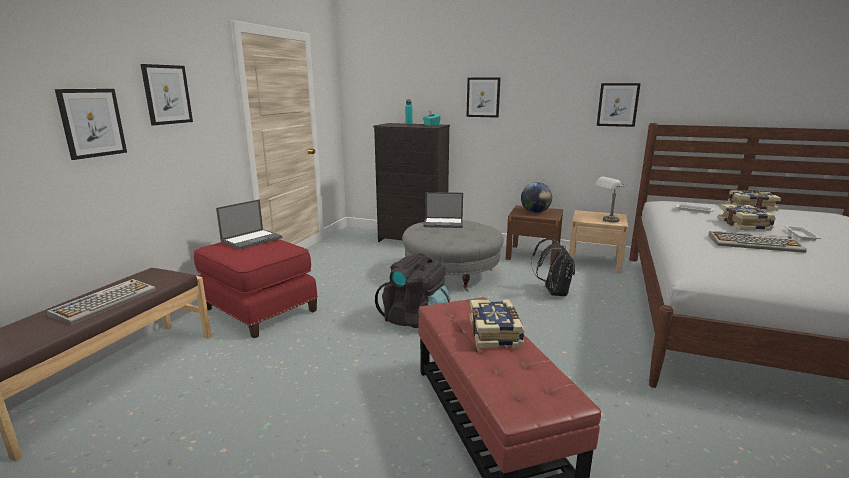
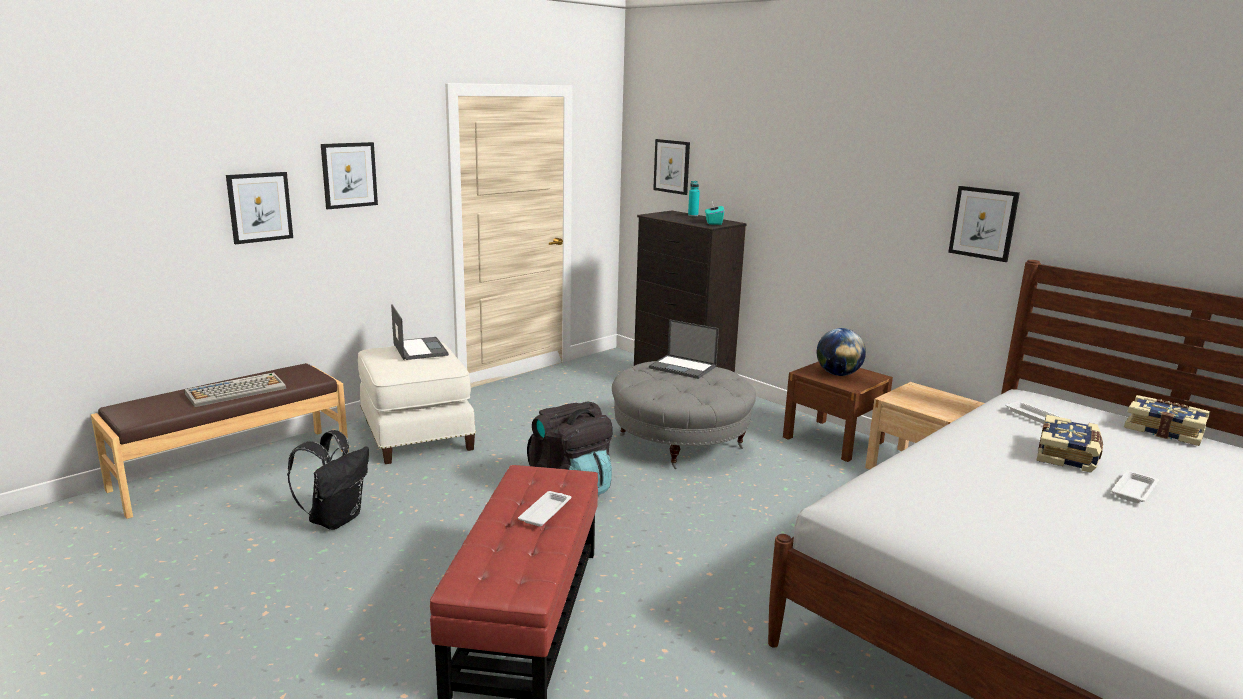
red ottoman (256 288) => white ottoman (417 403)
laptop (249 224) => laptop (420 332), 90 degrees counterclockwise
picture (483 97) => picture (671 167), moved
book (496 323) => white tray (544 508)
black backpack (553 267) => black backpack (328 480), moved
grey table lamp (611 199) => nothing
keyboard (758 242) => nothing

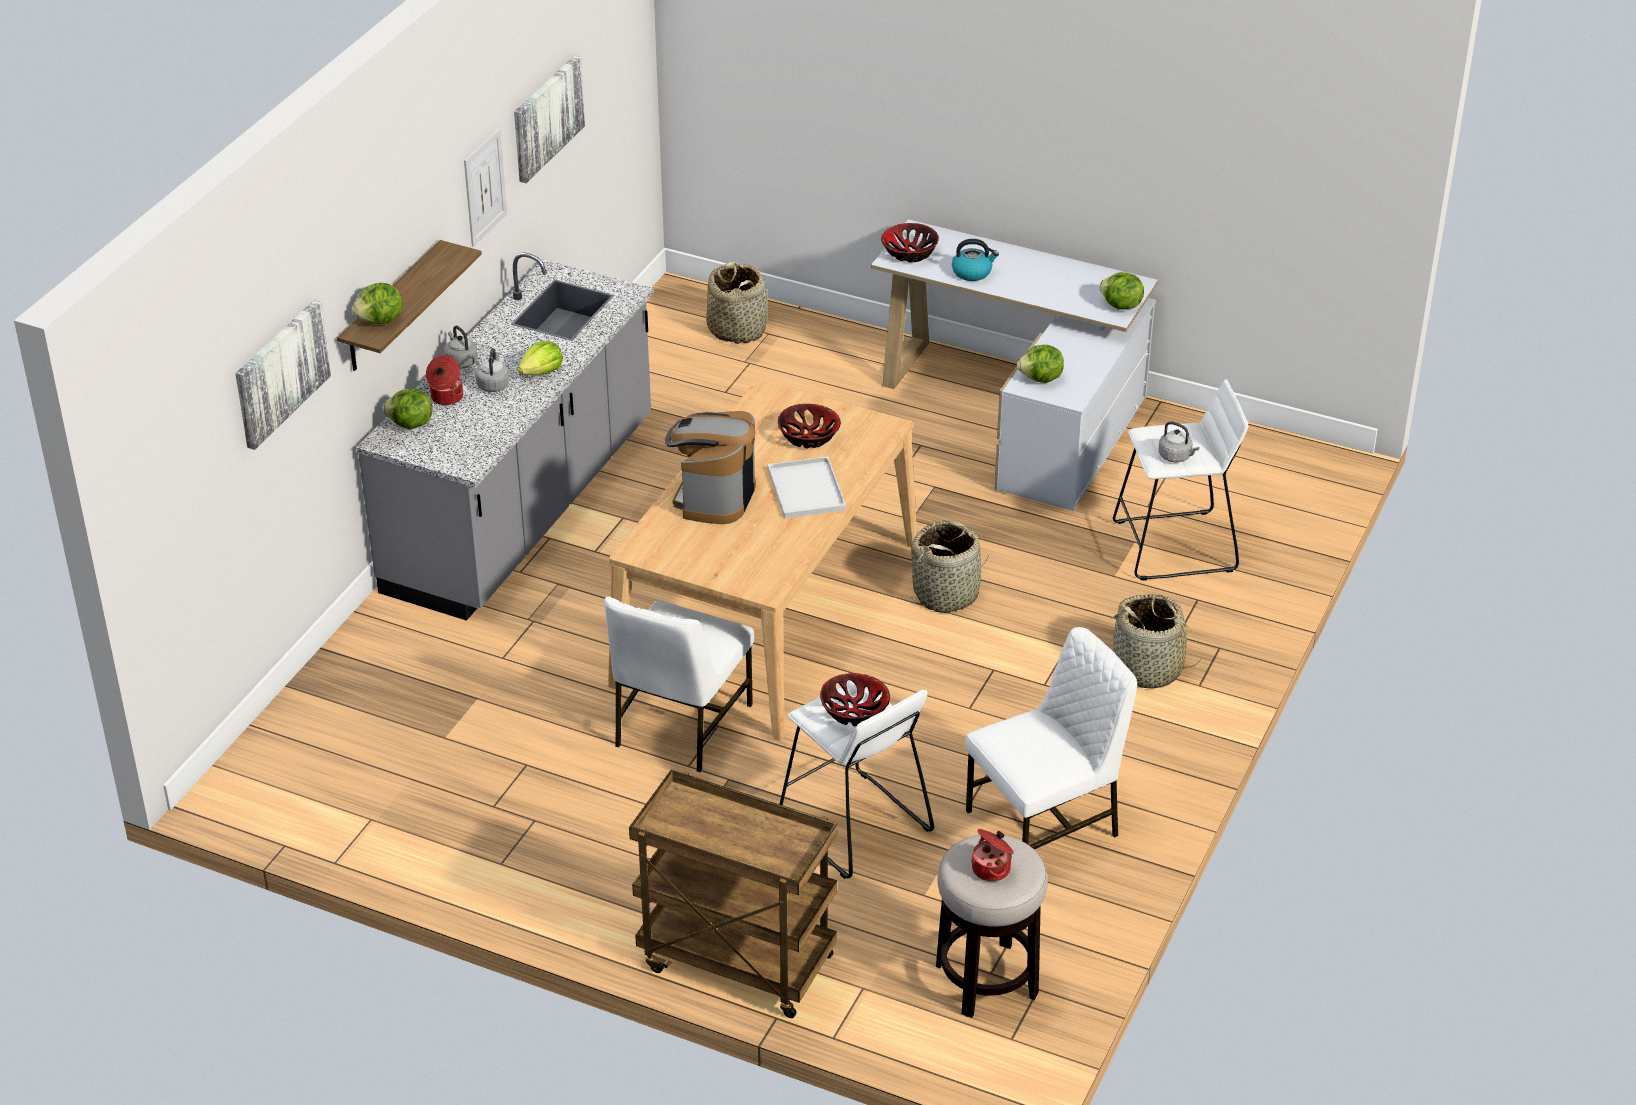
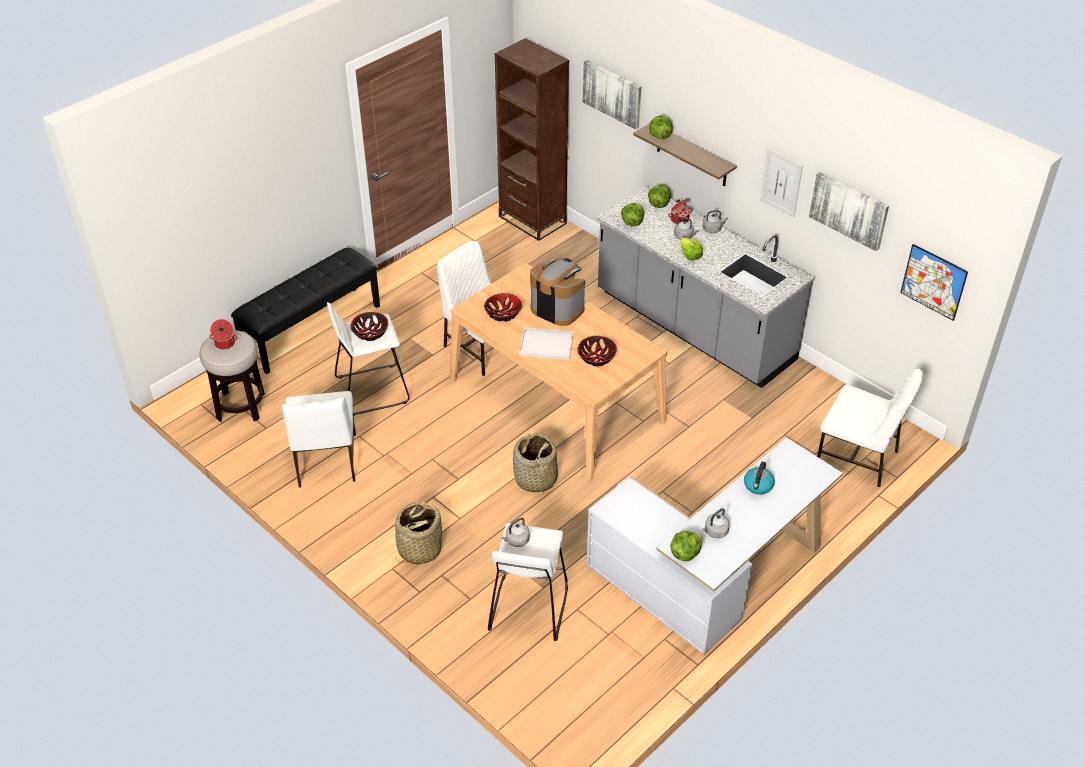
brown cart (733 894) => black bench (305 311)
basket (737 303) => white chair (870 428)
bowl (910 243) => bowl (503 307), moved
lettuce (1040 364) => lettuce (632 214), moved
nothing => brown bookcase (532 139)
nothing => grey kettle (716 523)
nothing => picture (934 282)

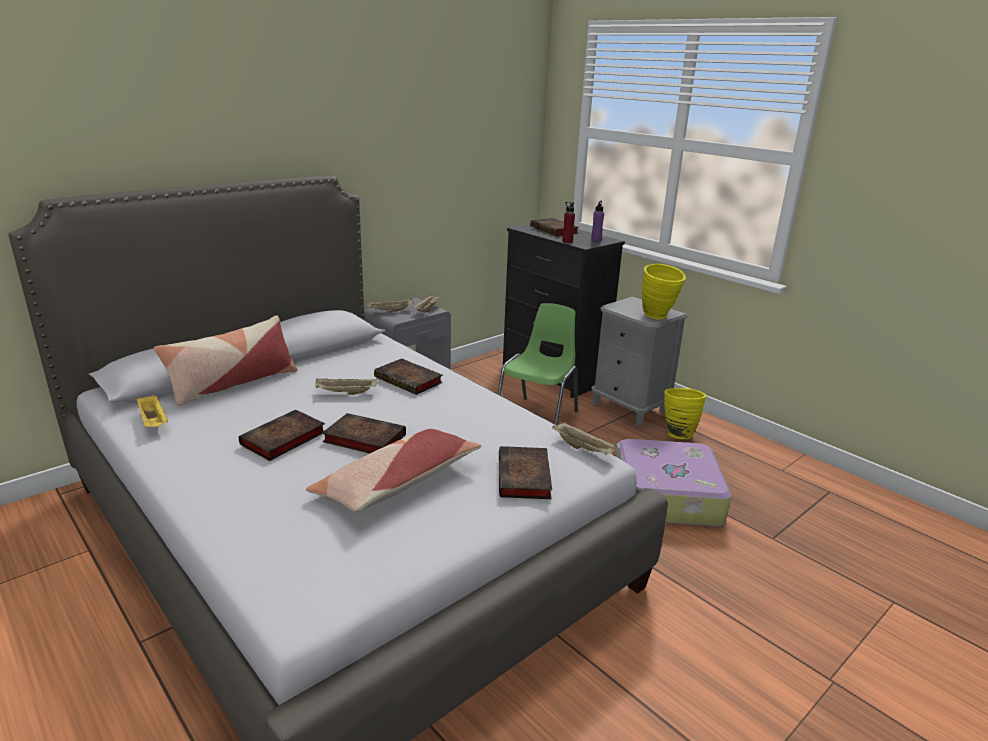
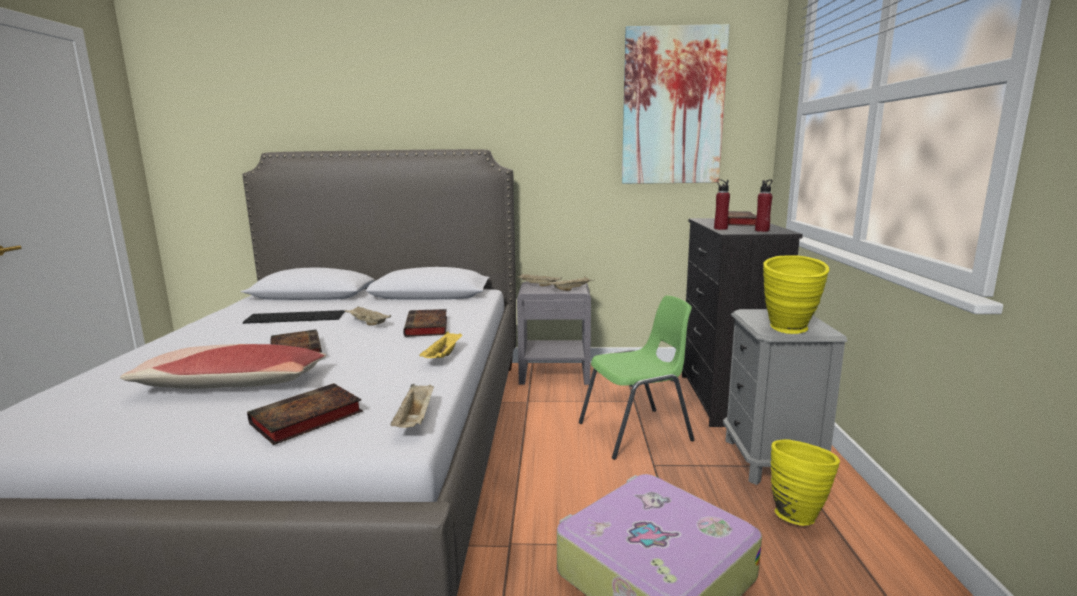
yellow tray (152 411) => yellow tray (440 345), moved
pillow (226 360) => nothing
book (282 435) => nothing
purple bottle (597 221) => red bottle (763 206)
nothing => keyboard (294 317)
nothing => picture (675 104)

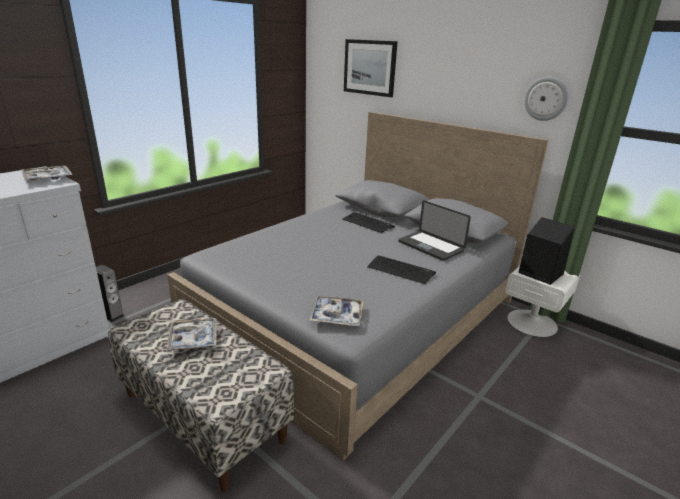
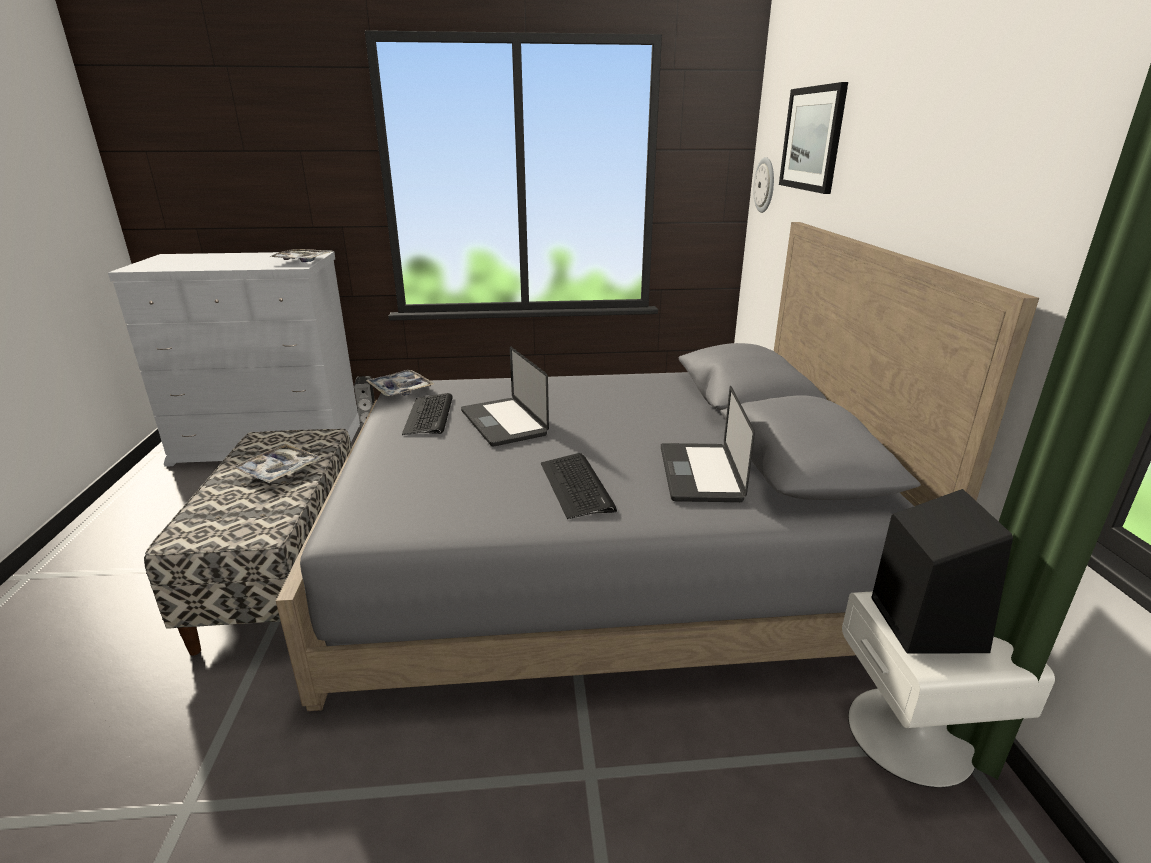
tray (336 311) => tray (400 383), moved
keyboard (369 222) => keyboard (427 414), moved
wall clock (546 99) => wall clock (763 185), moved
nothing => laptop (505 396)

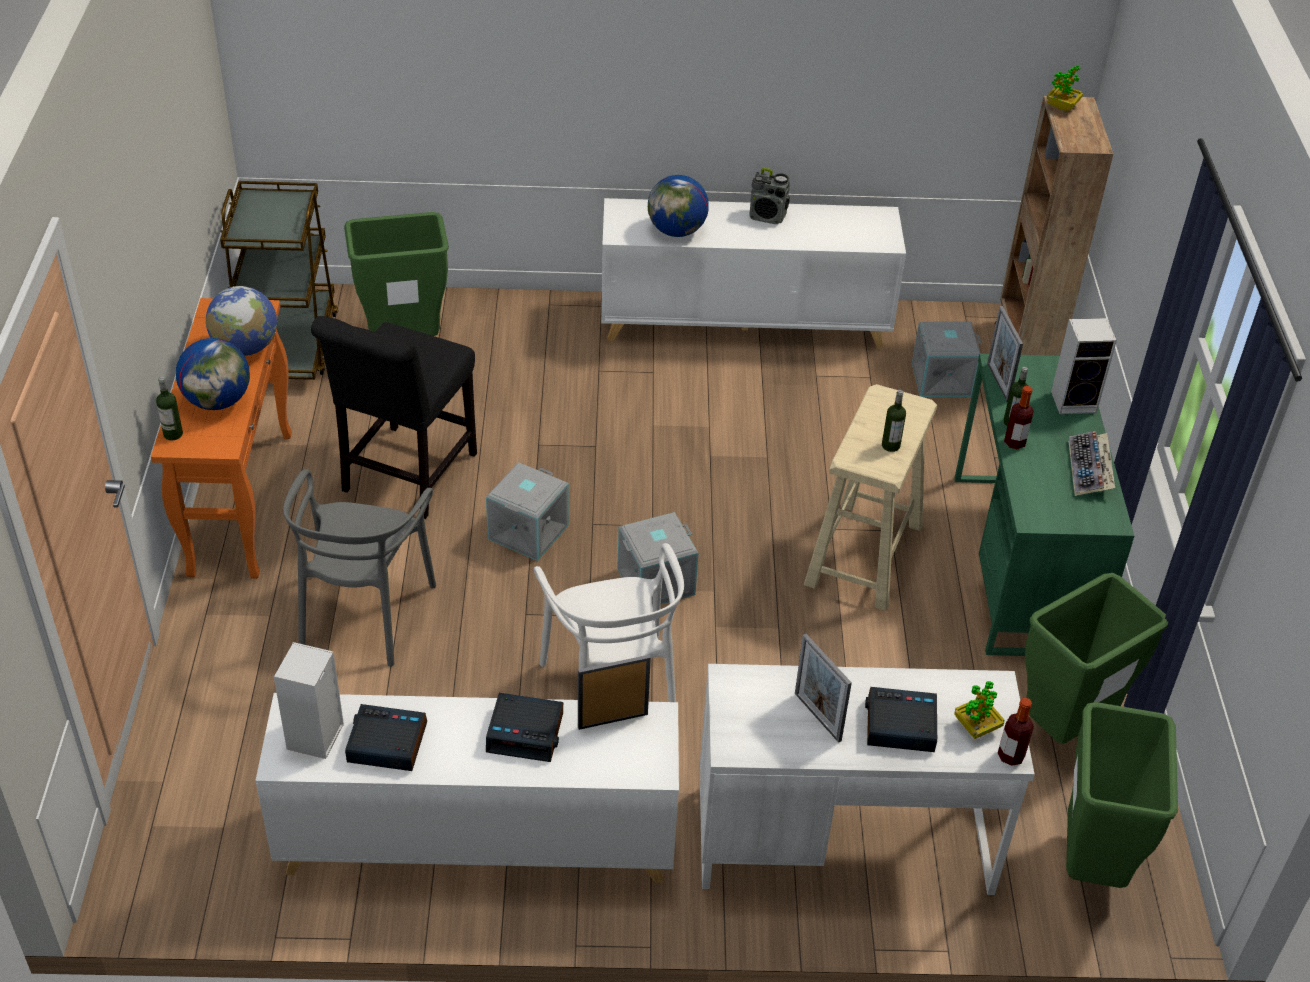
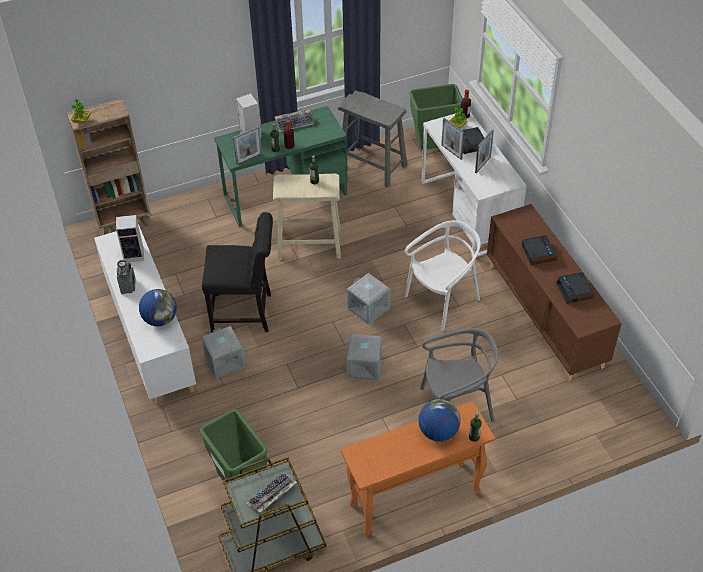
globe (241 321) => nothing
white cabinet (467 788) => brown cabinet (554 292)
speaker (309 700) => speaker (130 238), moved
black chair (394 417) => black chair (237 272), moved
picture frame (614 692) => picture frame (452 139), moved
grey storage box (947 359) => grey storage box (223 352), moved
green trash can (1096 658) => grey stool (372 138)
nothing => keyboard (271 492)

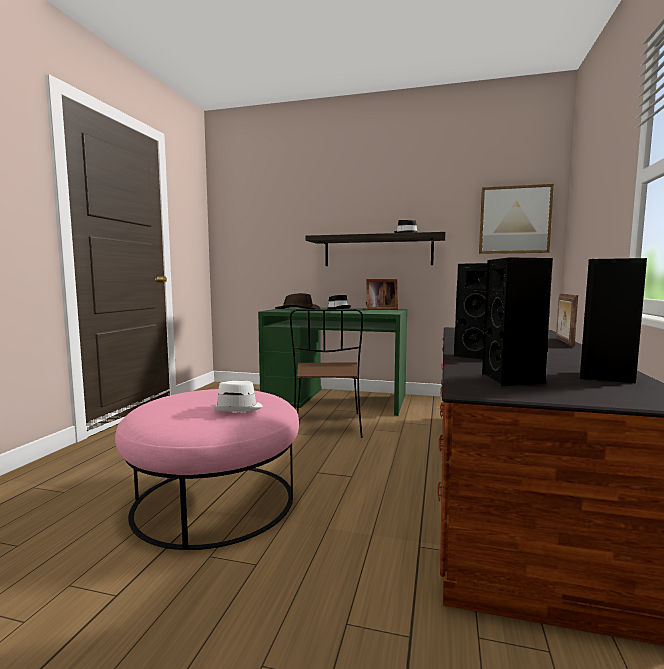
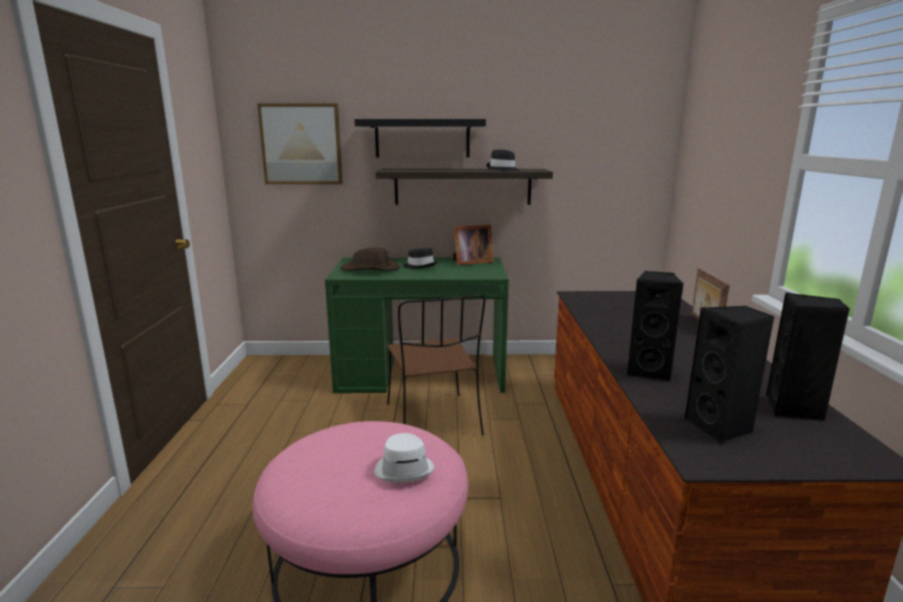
picture (516 219) => picture (300 143), moved
nothing => black shelf (420 138)

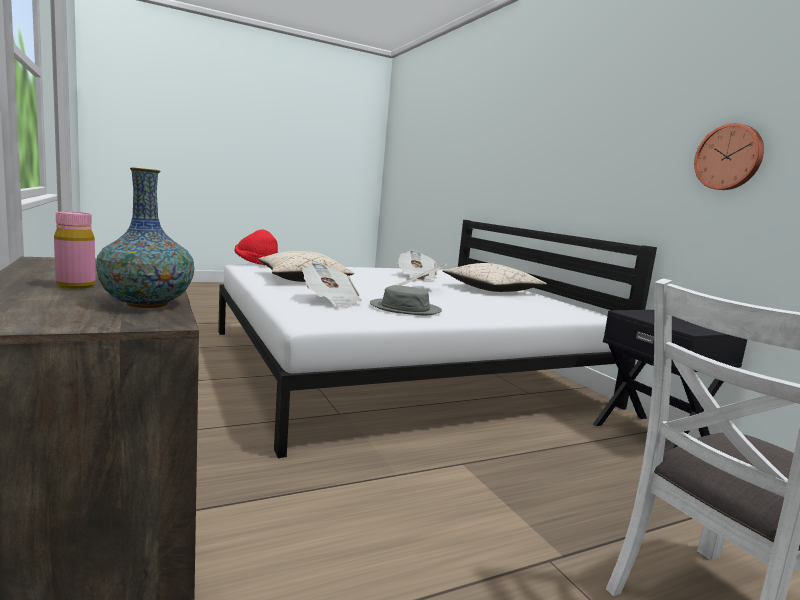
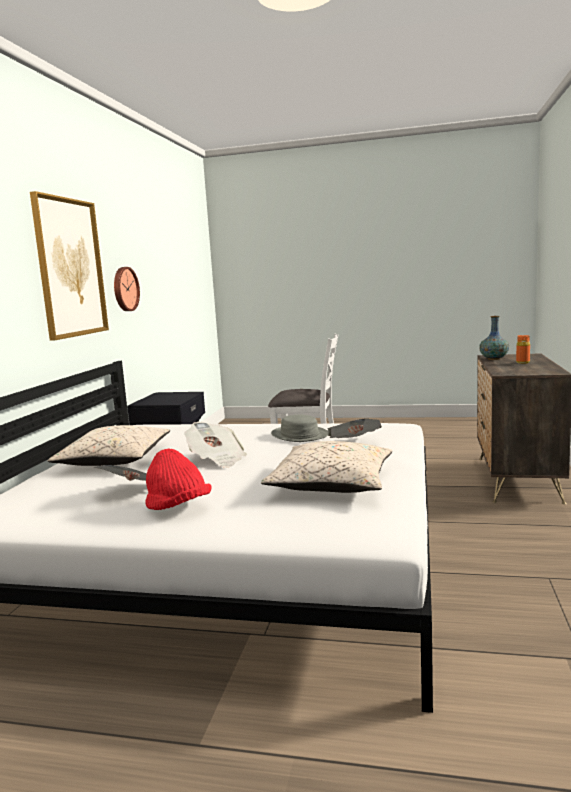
pink bottle (75 250) => orange bottle (523 349)
red hat (256 247) => red hat (178 479), moved
nothing => picture (69 266)

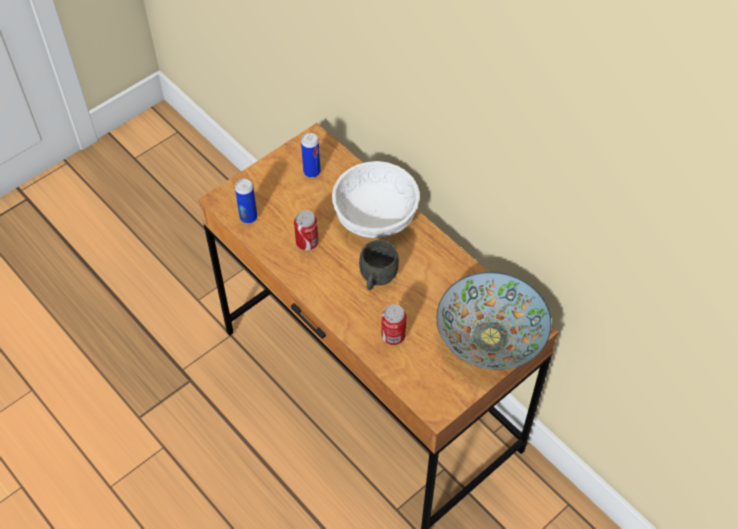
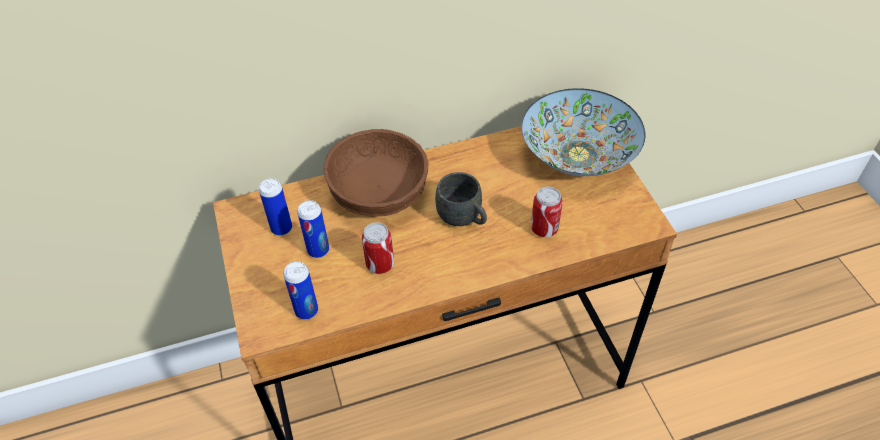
white bowl (376 199) => brown bowl (375 173)
nothing => can (313 229)

